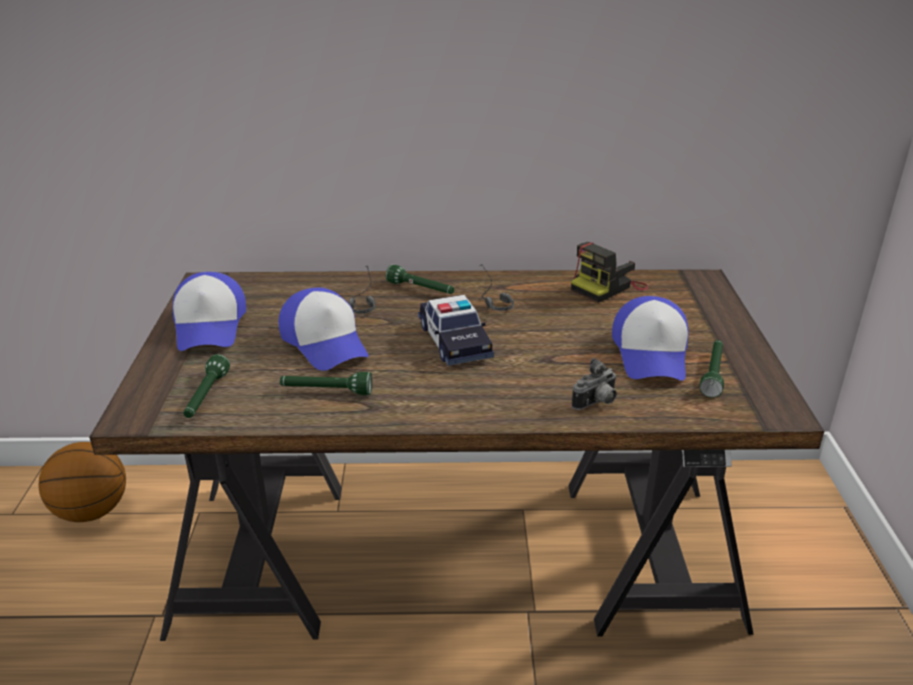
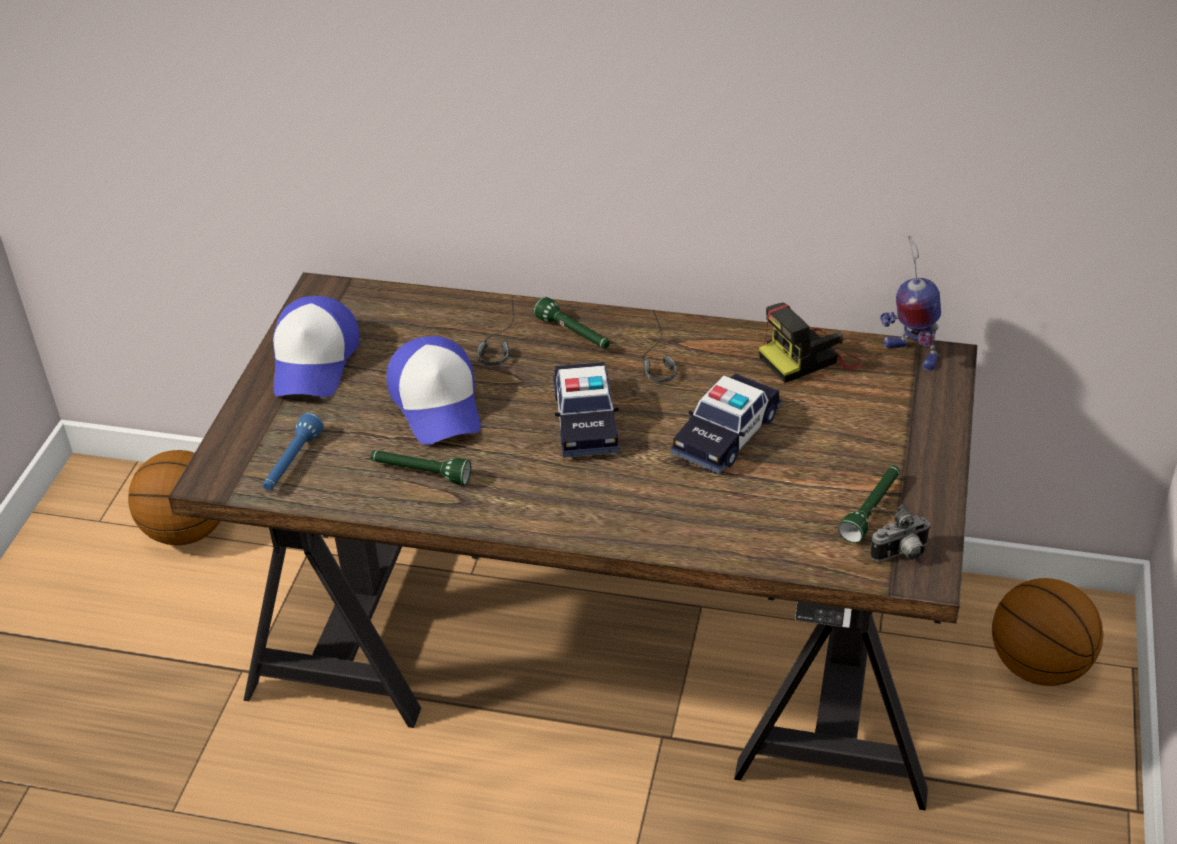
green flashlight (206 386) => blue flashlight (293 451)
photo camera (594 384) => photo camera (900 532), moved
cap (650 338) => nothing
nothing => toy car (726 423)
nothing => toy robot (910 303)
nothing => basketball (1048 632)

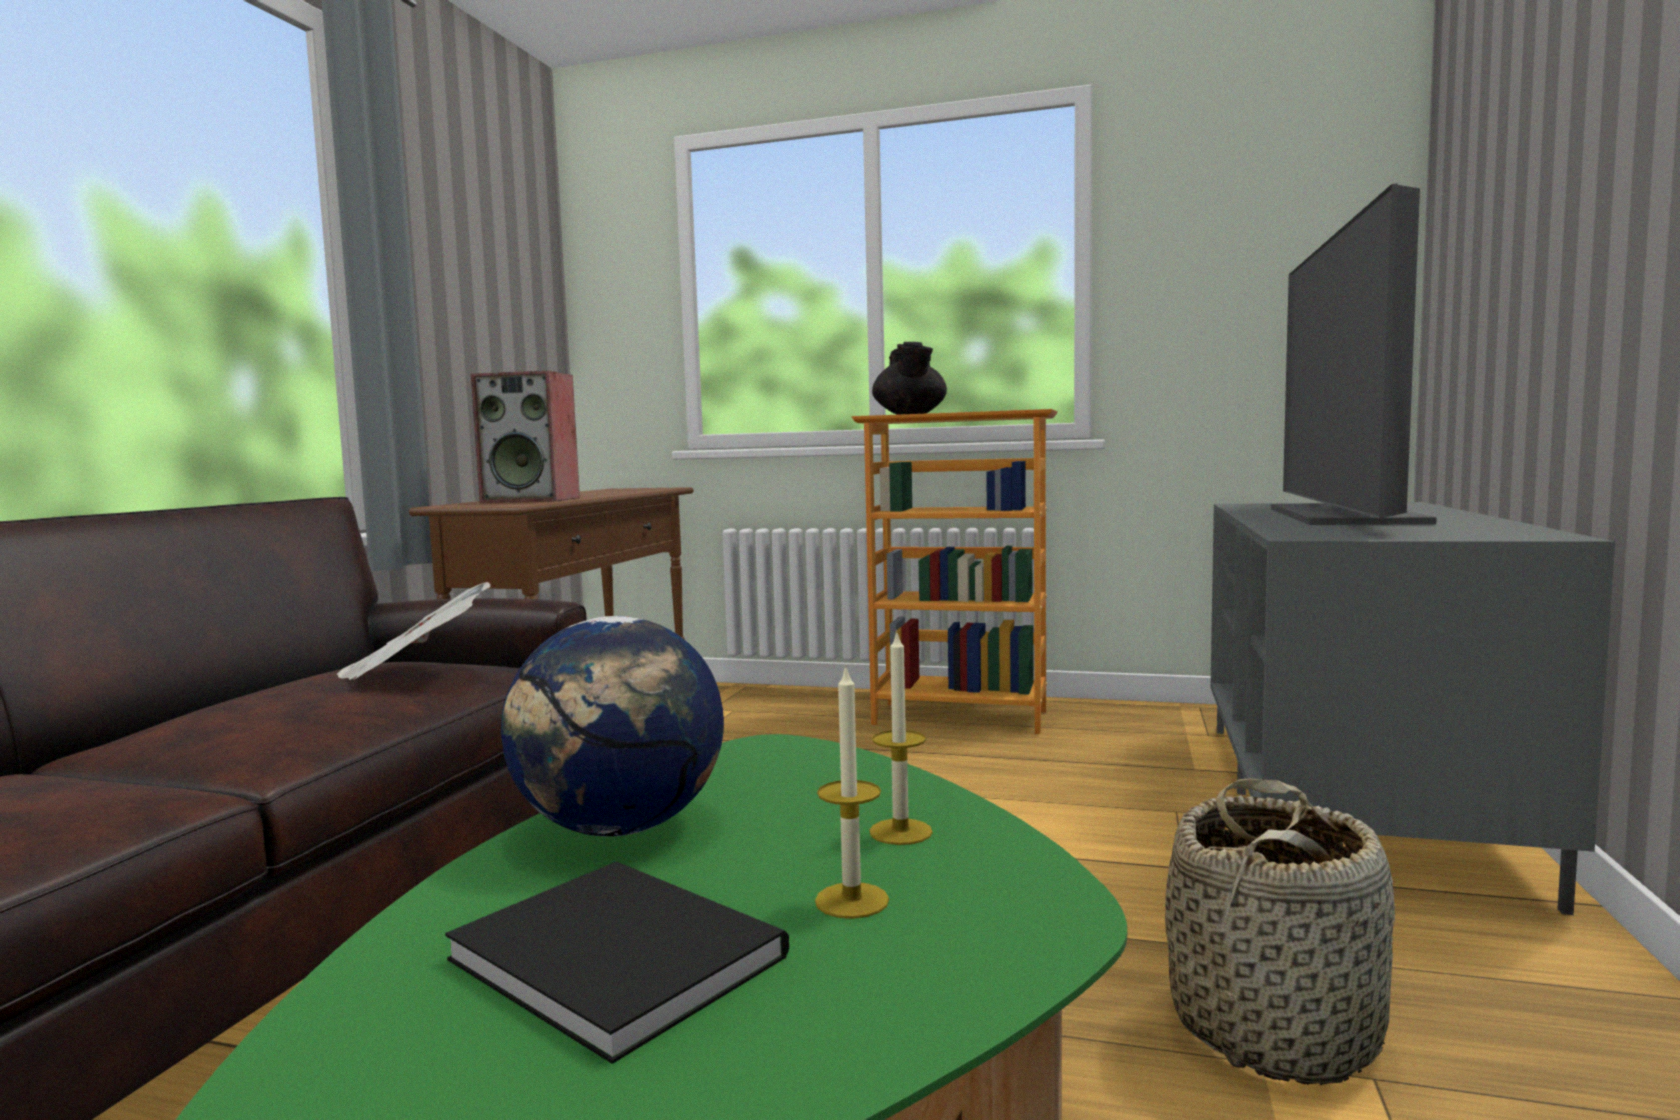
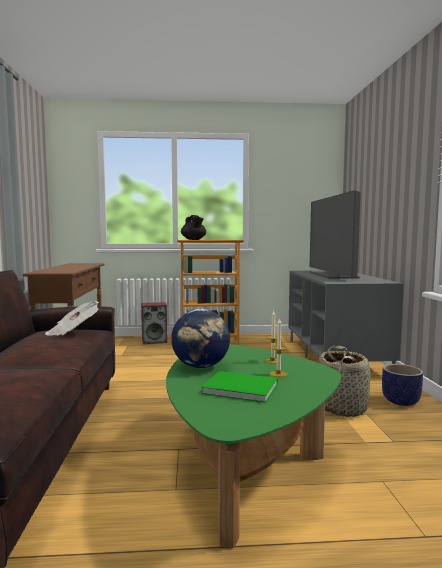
black book (617 962) => green book (239 387)
speaker (525 437) => speaker (154 323), moved
nothing => planter (402 385)

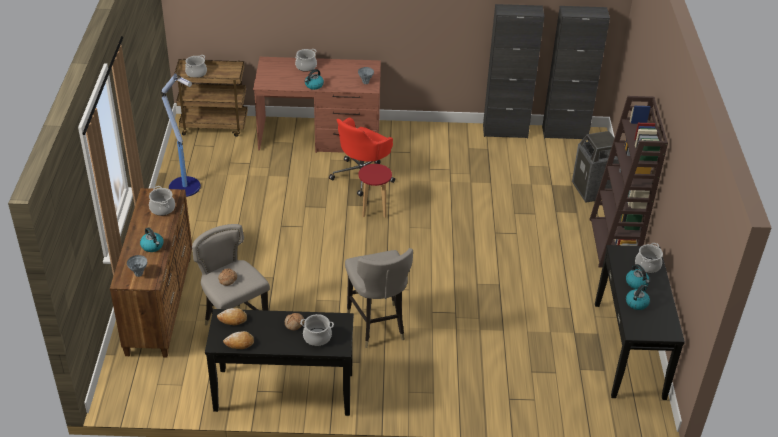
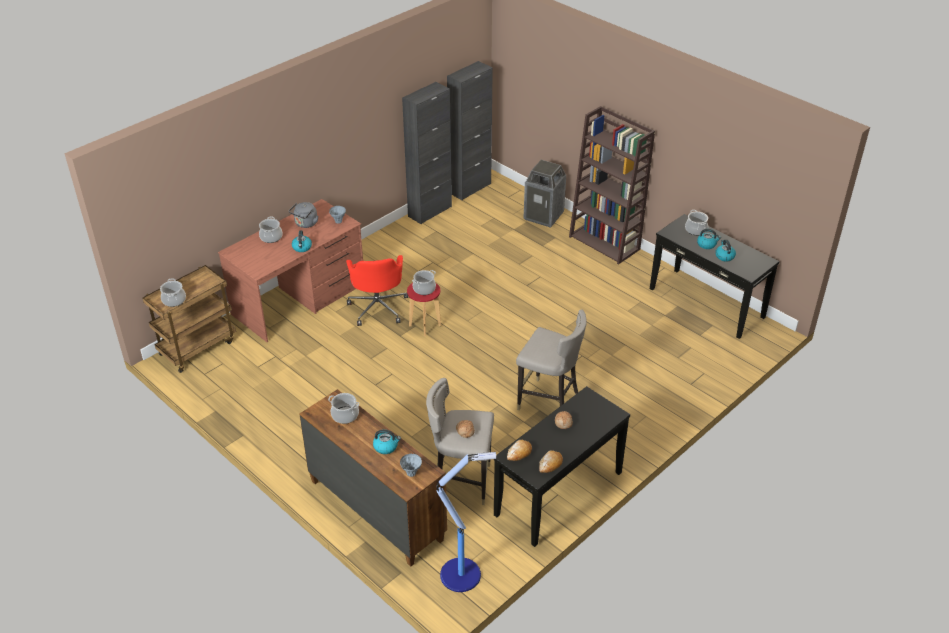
floor lamp (181 135) => floor lamp (466 522), moved
cooking pot (317 330) => cooking pot (424 282), moved
nothing => grey kettle (303 215)

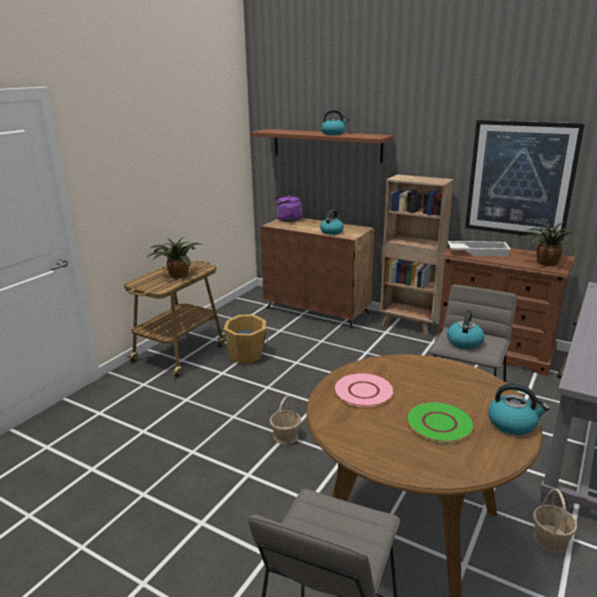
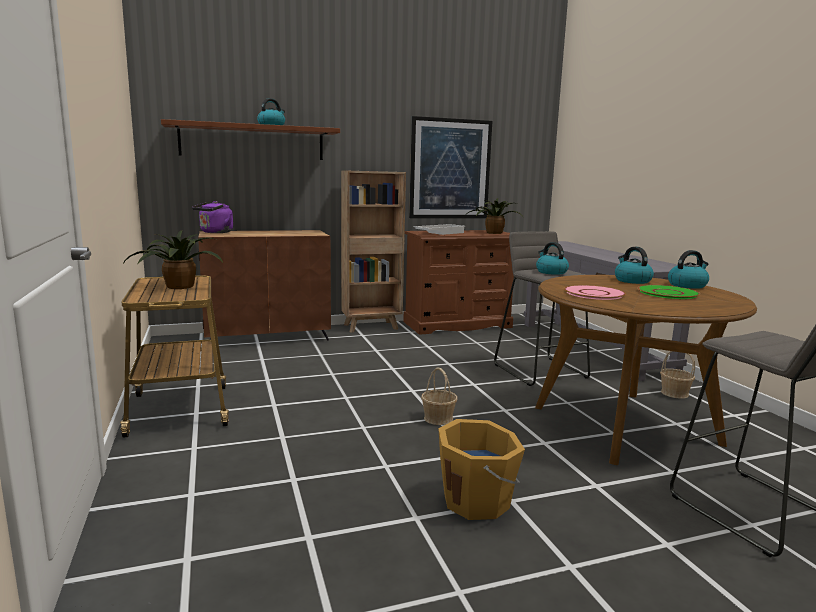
orange bucket (246 339) => orange bucket (481 469), moved
kettle (332 222) => kettle (634 265), moved

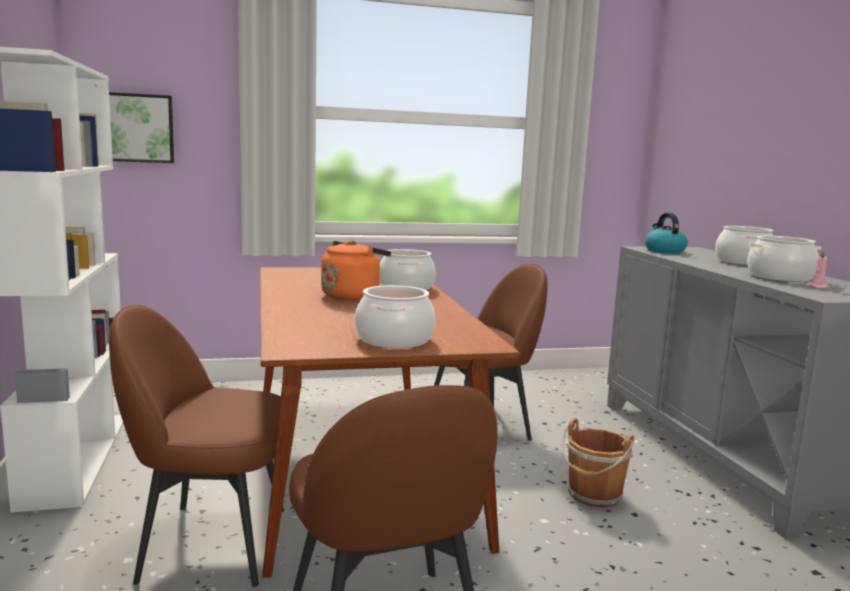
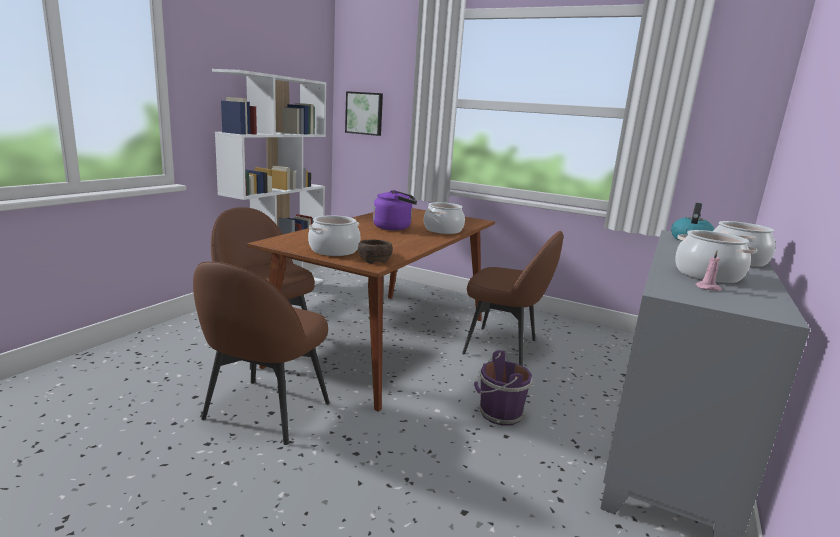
orange kettle (356 270) => purple kettle (395 210)
brown bucket (598 463) => purple bucket (504 388)
nothing => brown bowl (375 252)

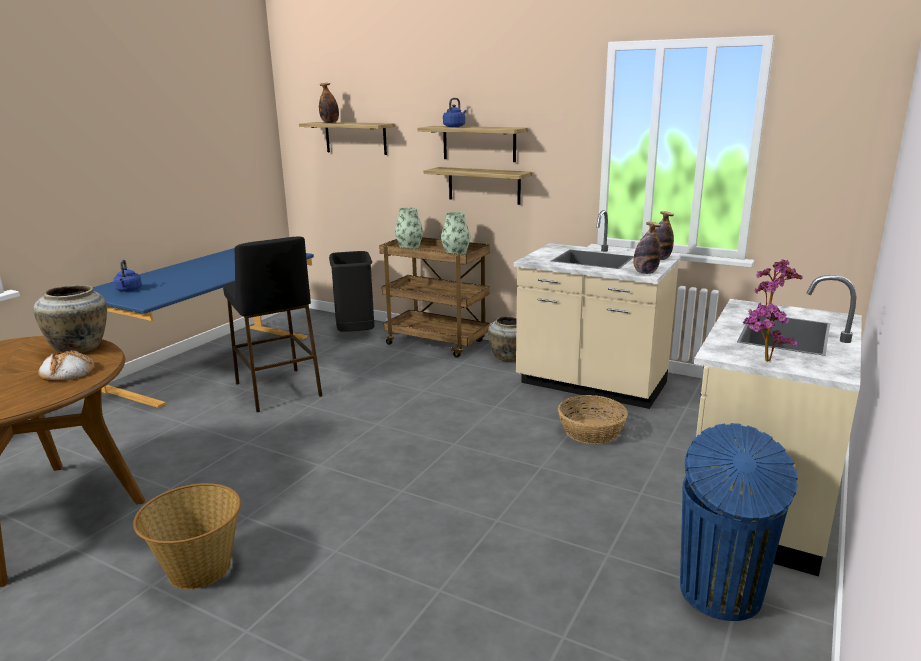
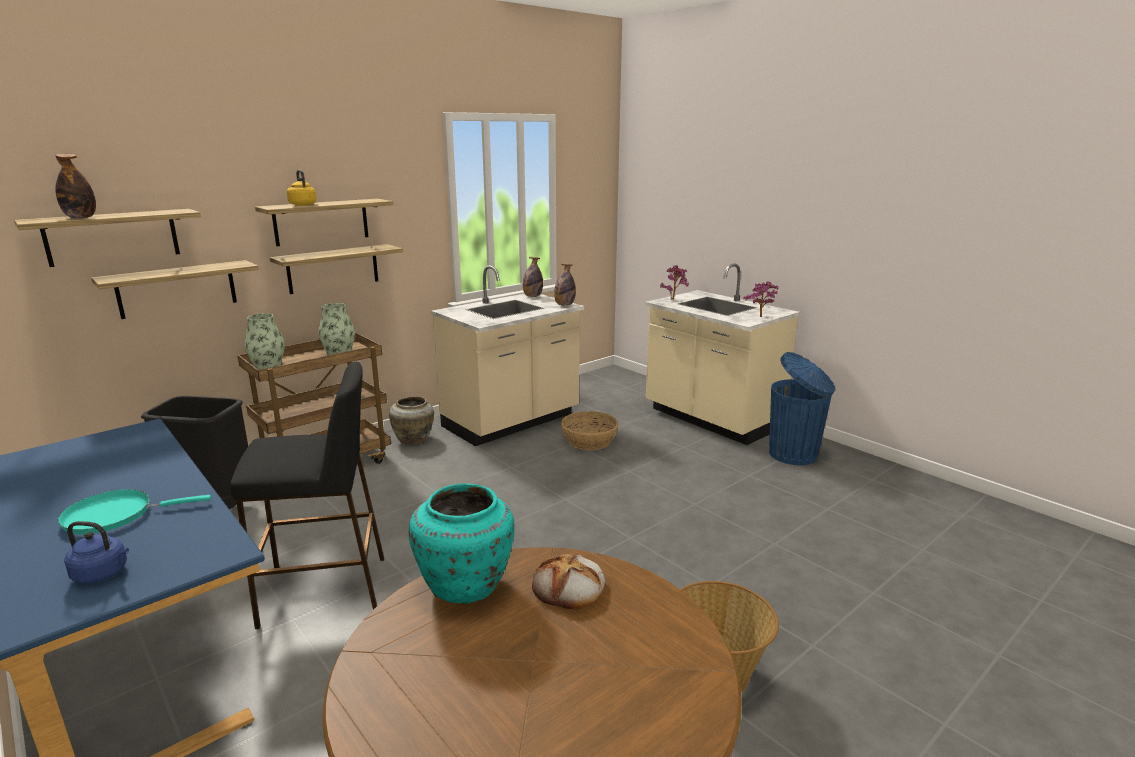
beige vase (70 319) => turquoise vase (462 543)
blue kettle (454 112) => yellow kettle (301 188)
nothing => turquoise frying pan (134 511)
nothing => shelf (175 289)

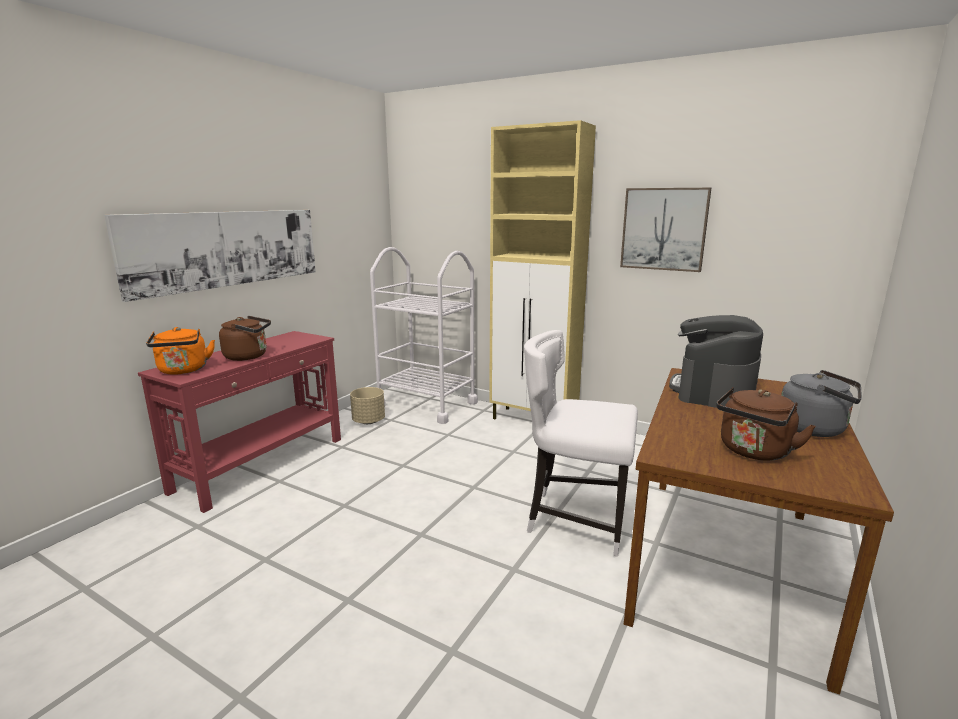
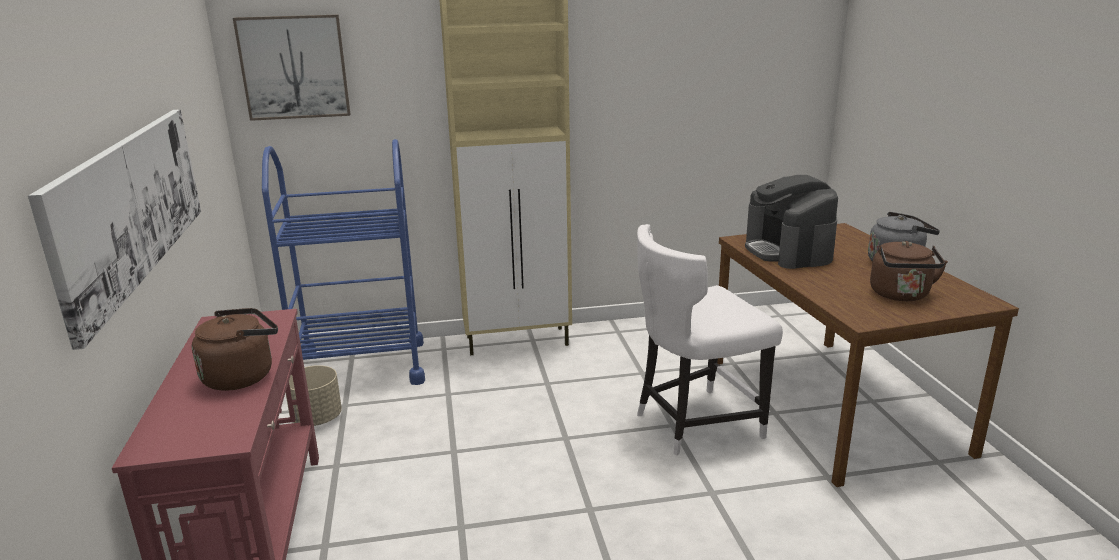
orange kettle (180 351) => nothing
white cart (424 335) => blue cart (343 262)
picture (665 230) => picture (292 68), moved

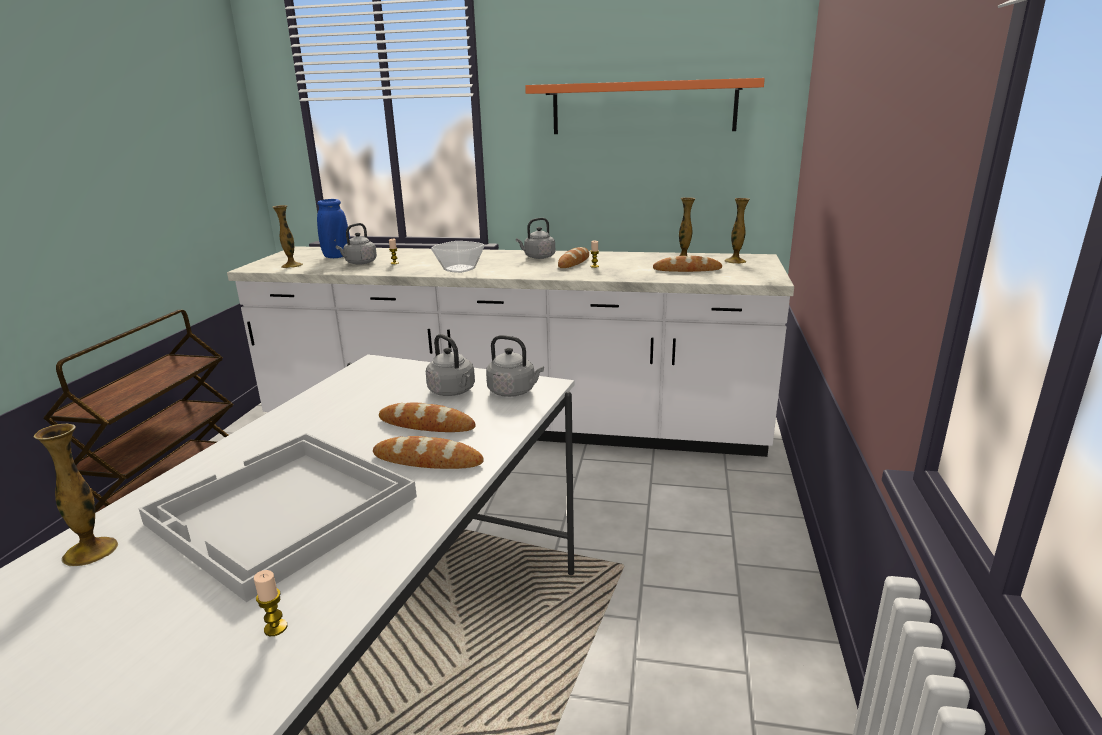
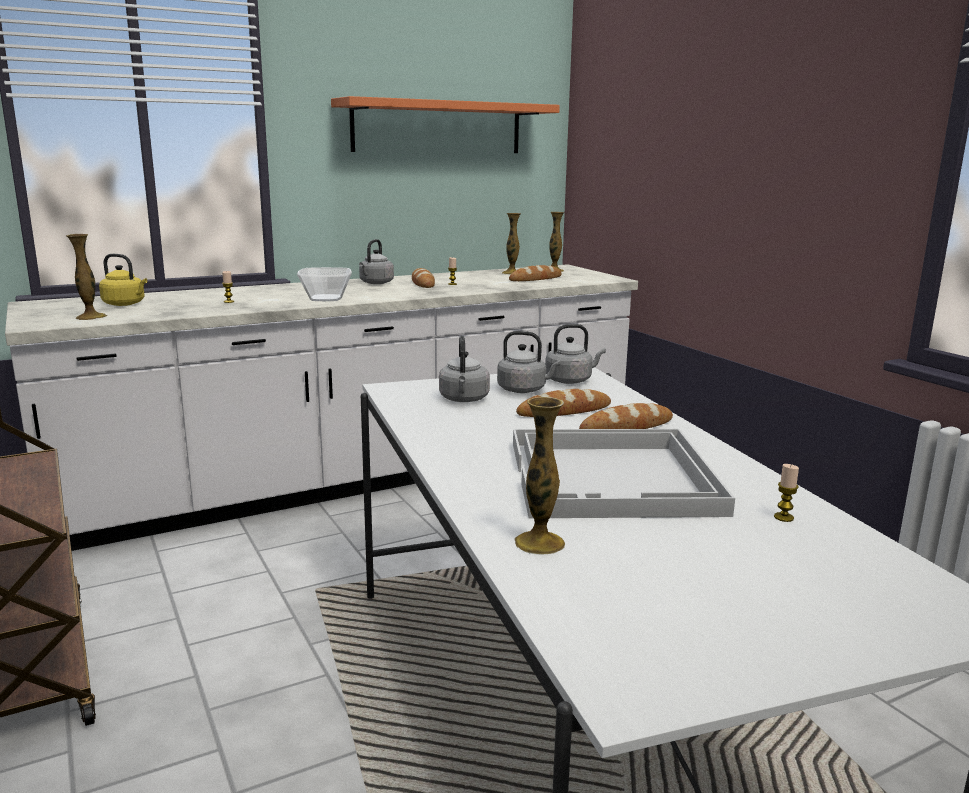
blue vase (333 228) => yellow kettle (123 280)
grey kettle (356 244) => grey kettle (464 369), moved

